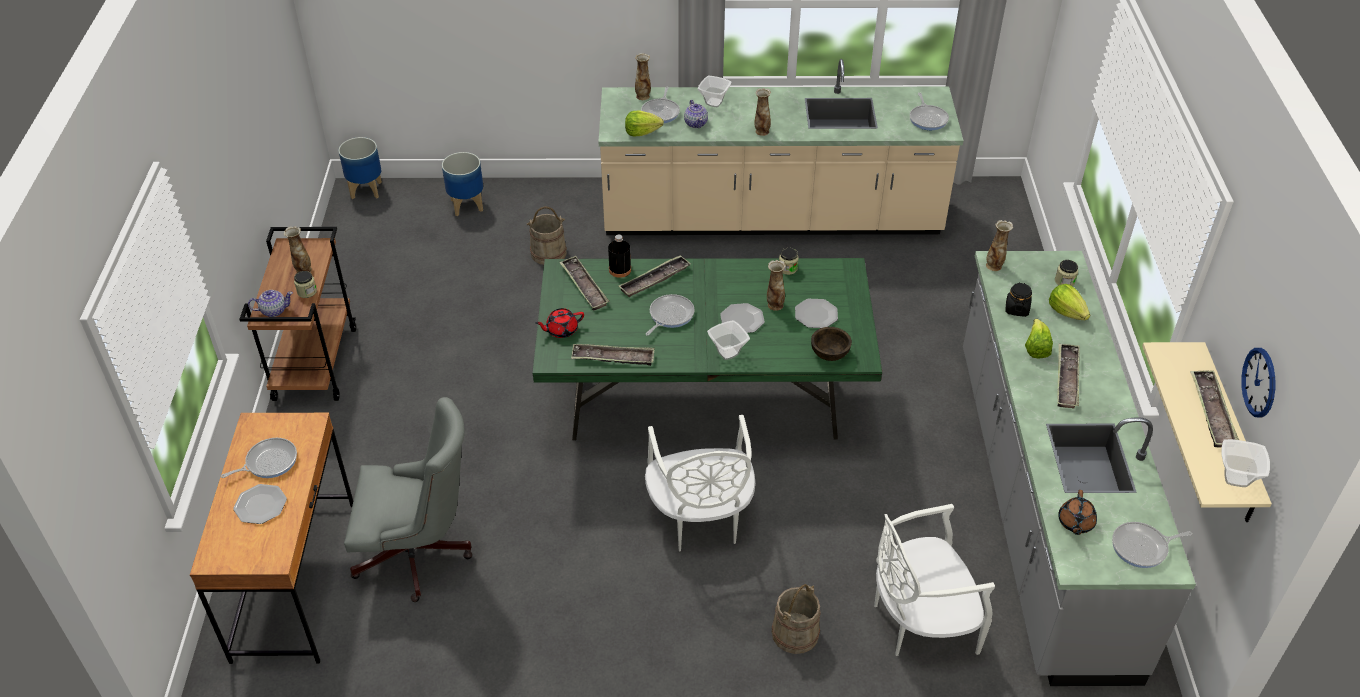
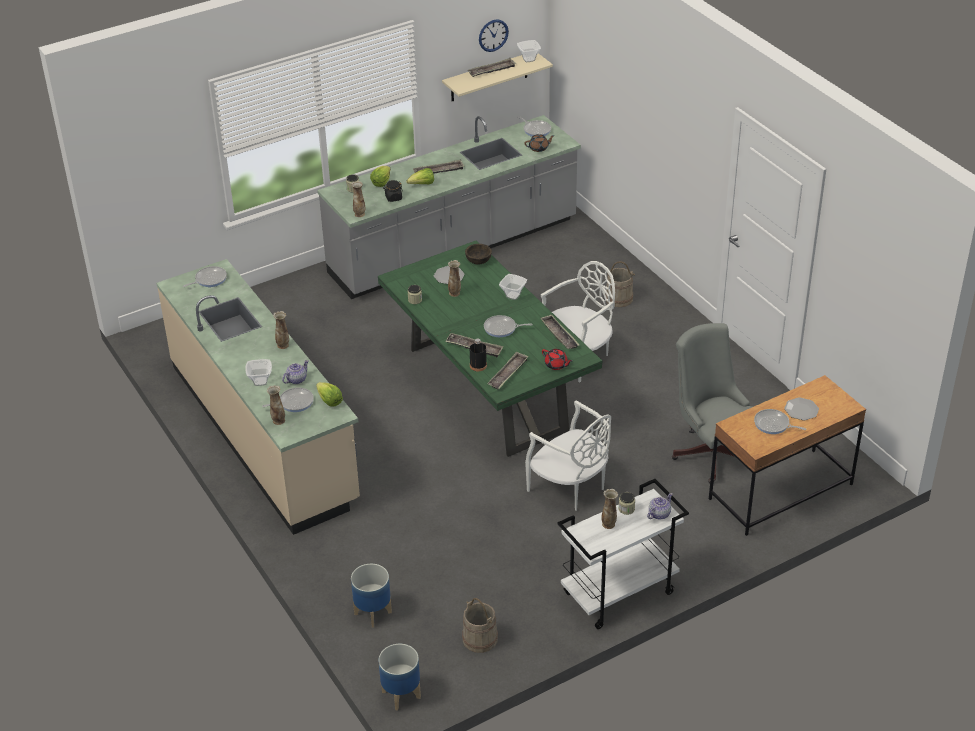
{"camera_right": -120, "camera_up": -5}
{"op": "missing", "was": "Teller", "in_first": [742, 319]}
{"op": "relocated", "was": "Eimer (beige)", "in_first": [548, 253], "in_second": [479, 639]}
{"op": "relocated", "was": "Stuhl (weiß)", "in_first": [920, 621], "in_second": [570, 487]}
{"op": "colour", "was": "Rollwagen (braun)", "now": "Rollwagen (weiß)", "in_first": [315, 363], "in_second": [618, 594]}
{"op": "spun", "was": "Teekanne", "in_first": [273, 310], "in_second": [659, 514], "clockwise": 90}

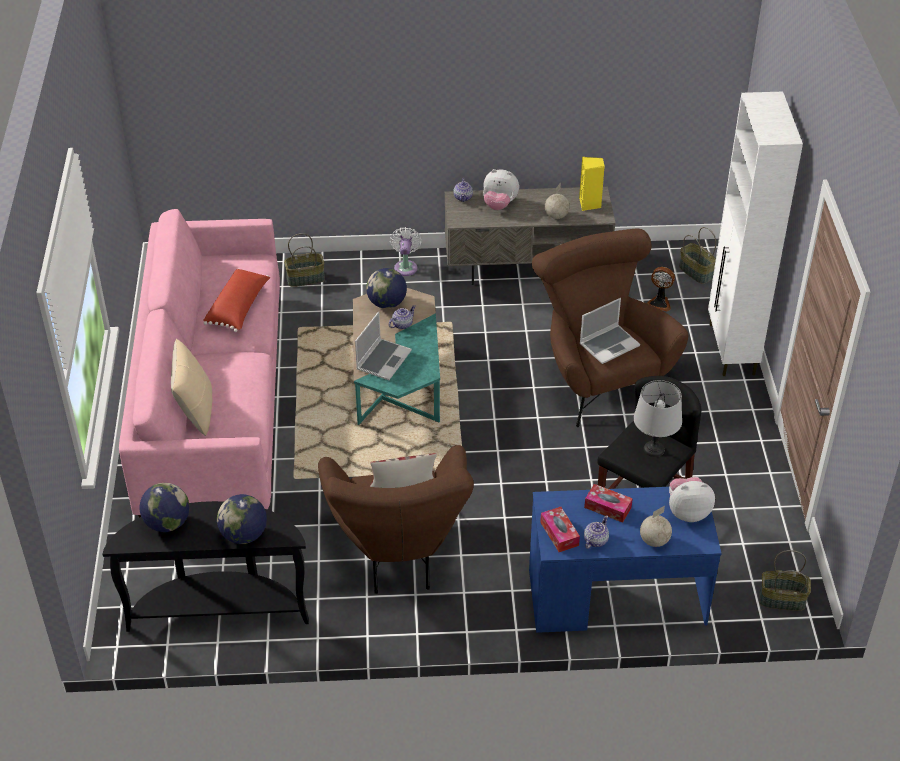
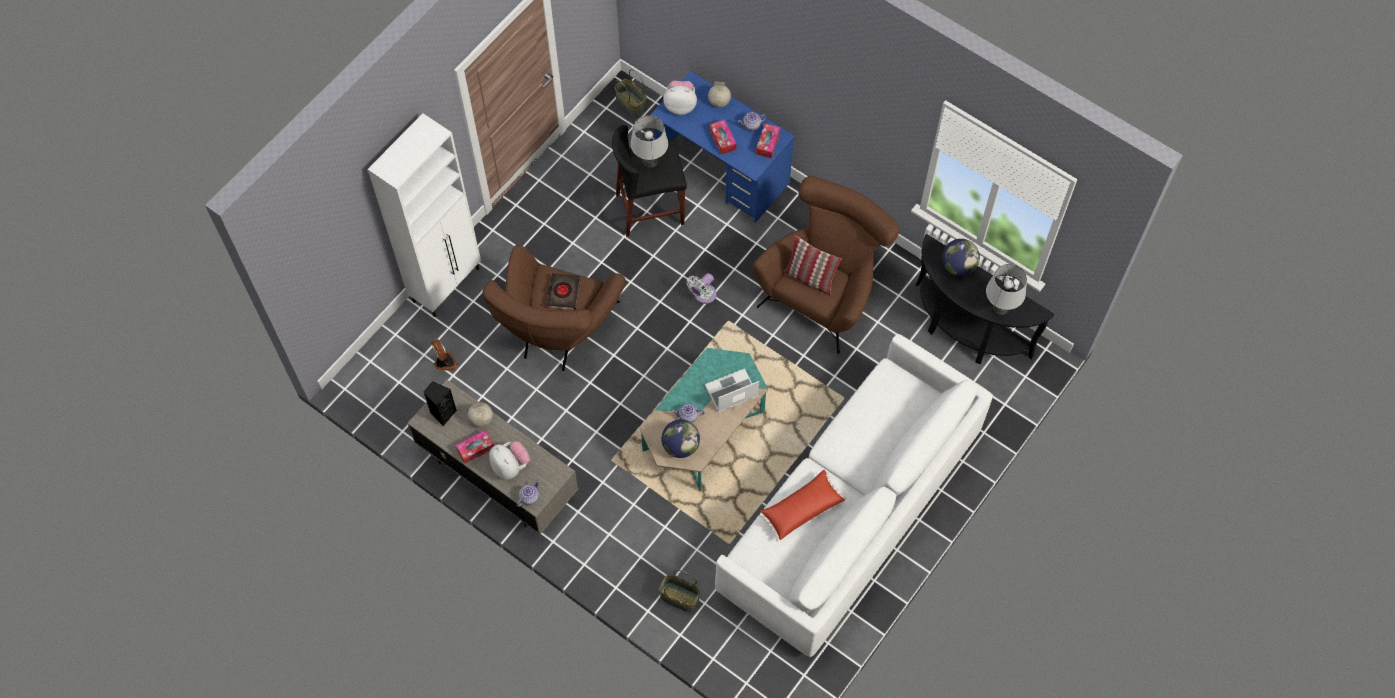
{"camera_right": -140, "camera_up": 20}
{"op": "missing", "was": "Kissen (beige)", "in_first": [195, 411]}
{"op": "missing", "was": "Korb", "in_first": [697, 272]}
{"op": "appeared", "now": "Taschentuchbox", "in_second": [475, 448]}
{"op": "relocated", "was": "Ventilator (weiß)", "in_first": [406, 266], "in_second": [703, 296]}
{"op": "exchanged", "was": "Globus", "now": "Tischlampe (grau)", "in_first": [167, 523], "in_second": [999, 308]}
{"op": "exchanged", "was": "Laptop", "now": "Buch (schwarz)", "in_first": [609, 344], "in_second": [563, 293]}
{"op": "colour", "was": "Sofa (rosa)", "now": "Sofa (weiß)", "in_first": [213, 402], "in_second": [849, 512]}
{"op": "colour", "was": "Lautsprecher (gelb)", "now": "Lautsprecher (schwarz)", "in_first": [590, 204], "in_second": [443, 413]}
{"op": "spun", "was": "Plüschtier", "in_first": [687, 512], "in_second": [680, 105], "clockwise": 150}

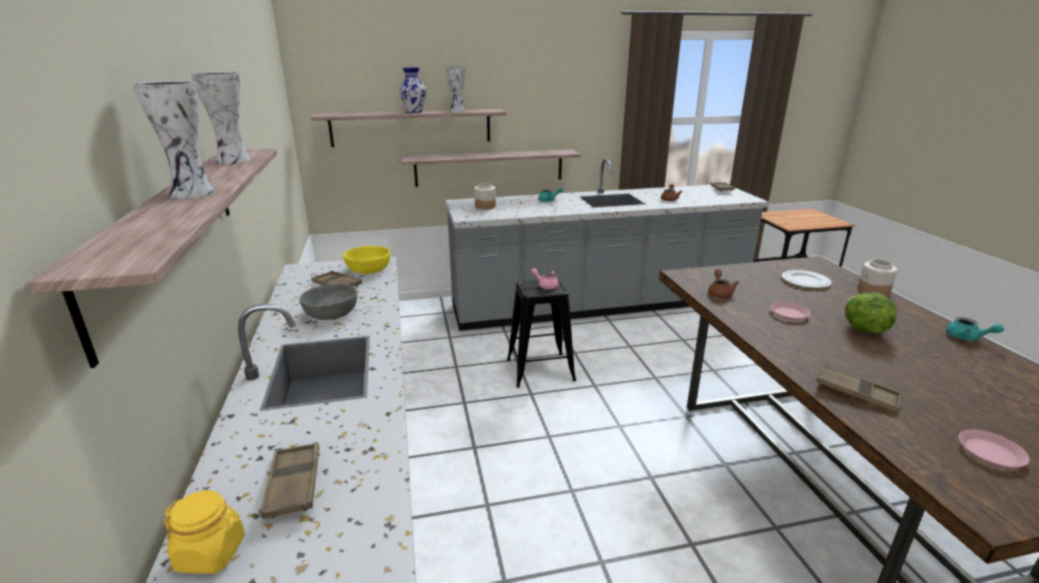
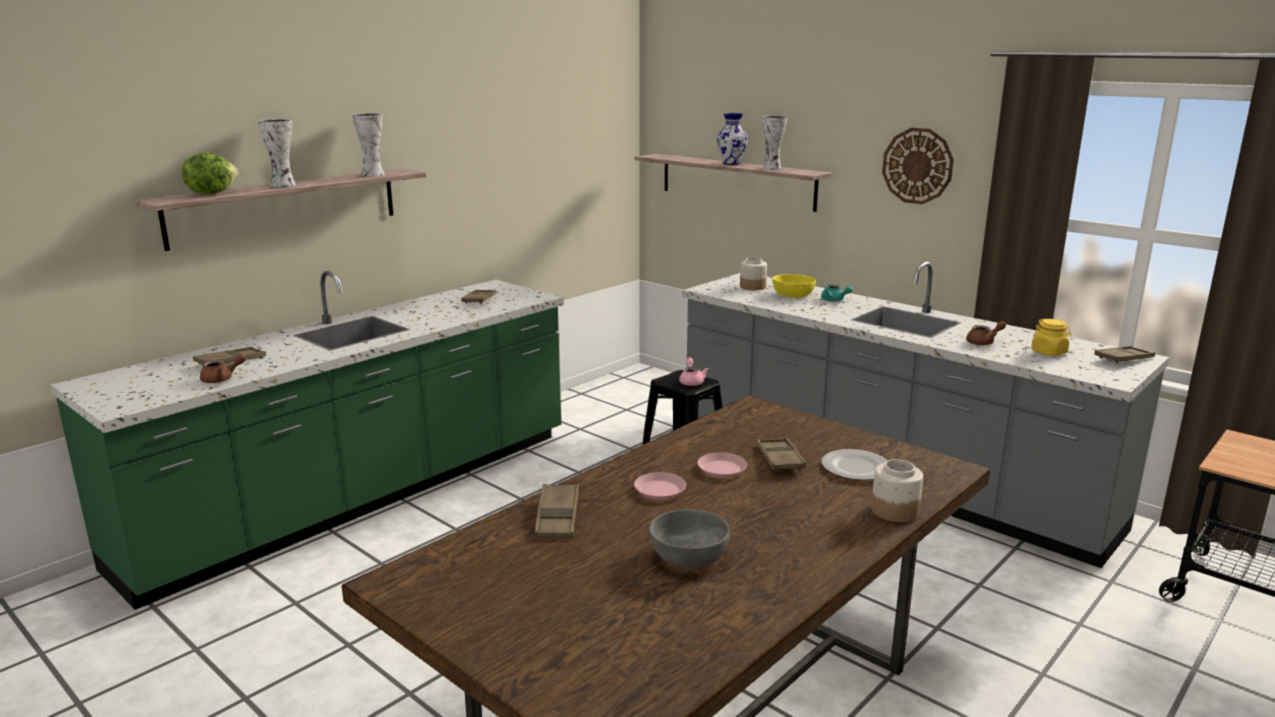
{"camera_right": 55, "camera_up": -5}
{"op": "missing", "was": "Wandregal", "in_first": [489, 167]}
{"op": "missing", "was": "Teekanne (türkis)", "in_first": [967, 338]}
{"op": "appeared", "now": "Tablett (braun)", "in_second": [779, 459]}
{"op": "appeared", "now": "Wanduhr", "in_second": [917, 166]}
{"op": "relocated", "was": "Vorratsglas (gelb)", "in_first": [211, 553], "in_second": [1049, 352]}
{"op": "relocated", "was": "Schüssel (grau)", "in_first": [331, 313], "in_second": [688, 555]}
{"op": "relocated", "was": "Schüssel (gelb)", "in_first": [368, 269], "in_second": [792, 295]}
{"op": "relocated", "was": "Teekanne (braun)", "in_first": [719, 293], "in_second": [222, 379]}
{"op": "relocated", "was": "Salatkopf", "in_first": [863, 329], "in_second": [211, 193]}
{"op": "relocated", "was": "Teller (rosa)", "in_first": [990, 453], "in_second": [659, 490]}

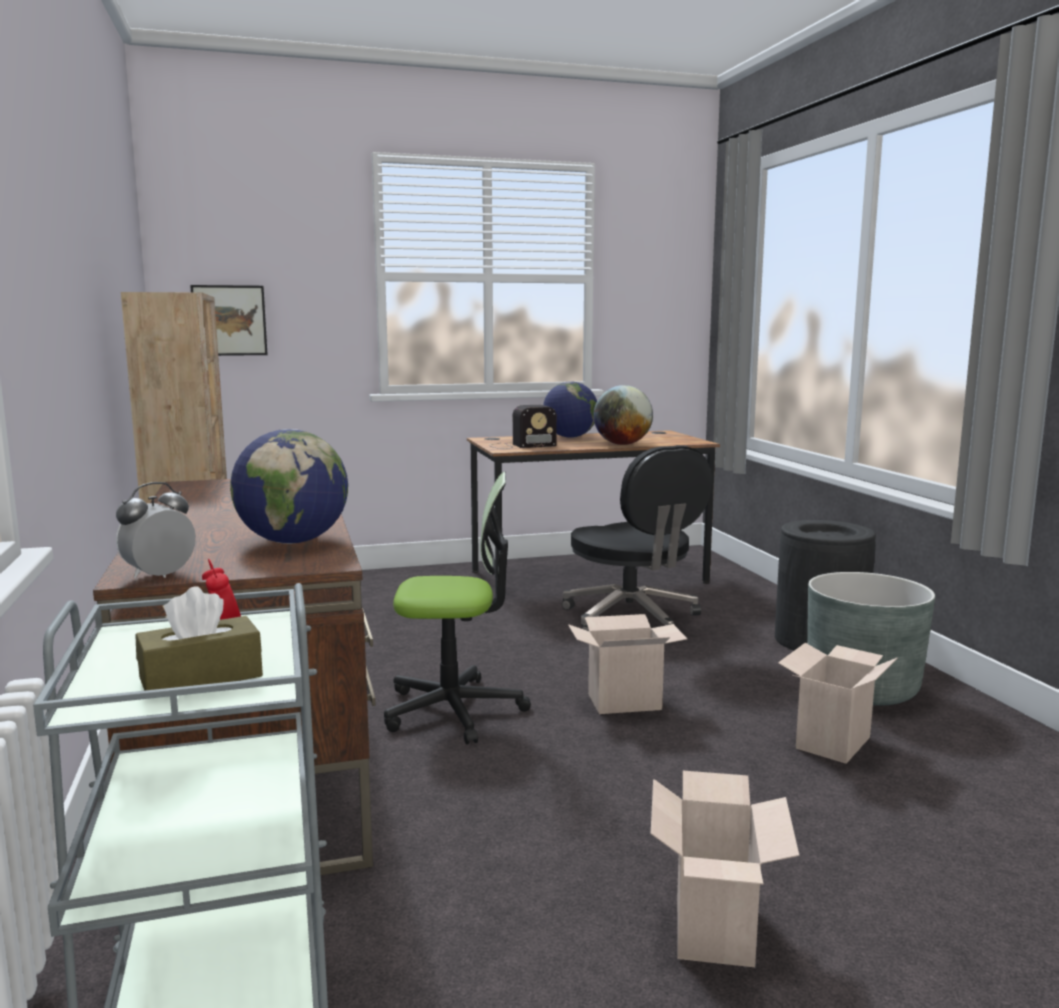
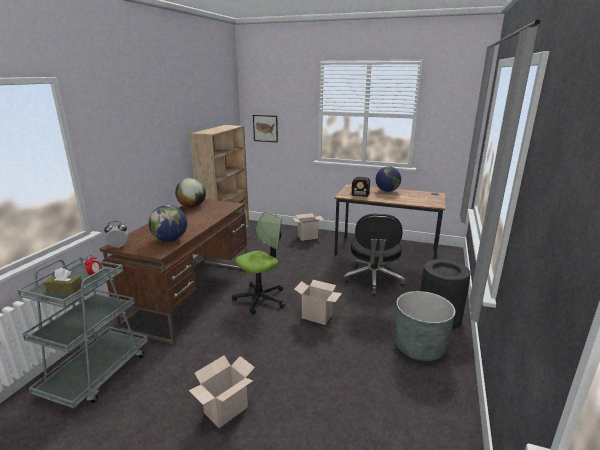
{"camera_right": 35, "camera_up": 10}
{"op": "relocated", "was": "Globus", "in_first": [622, 444], "in_second": [192, 206]}
{"op": "relocated", "was": "Karton", "in_first": [831, 741], "in_second": [308, 237]}
{"op": "spun", "was": "Bürostuhl", "in_first": [454, 710], "in_second": [260, 299], "clockwise": -75}

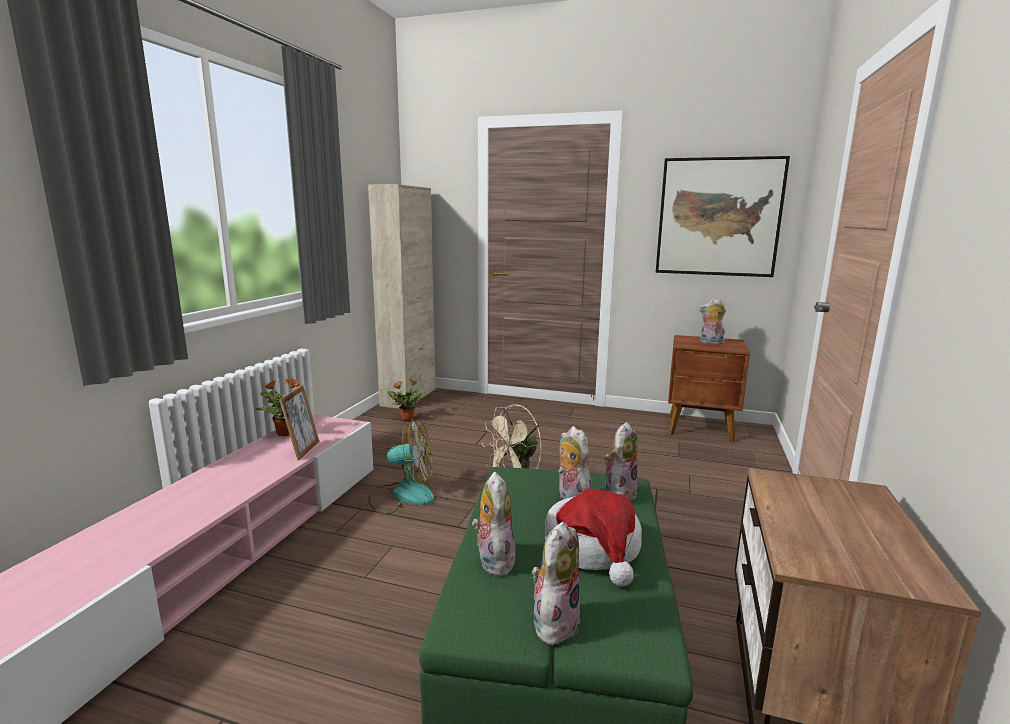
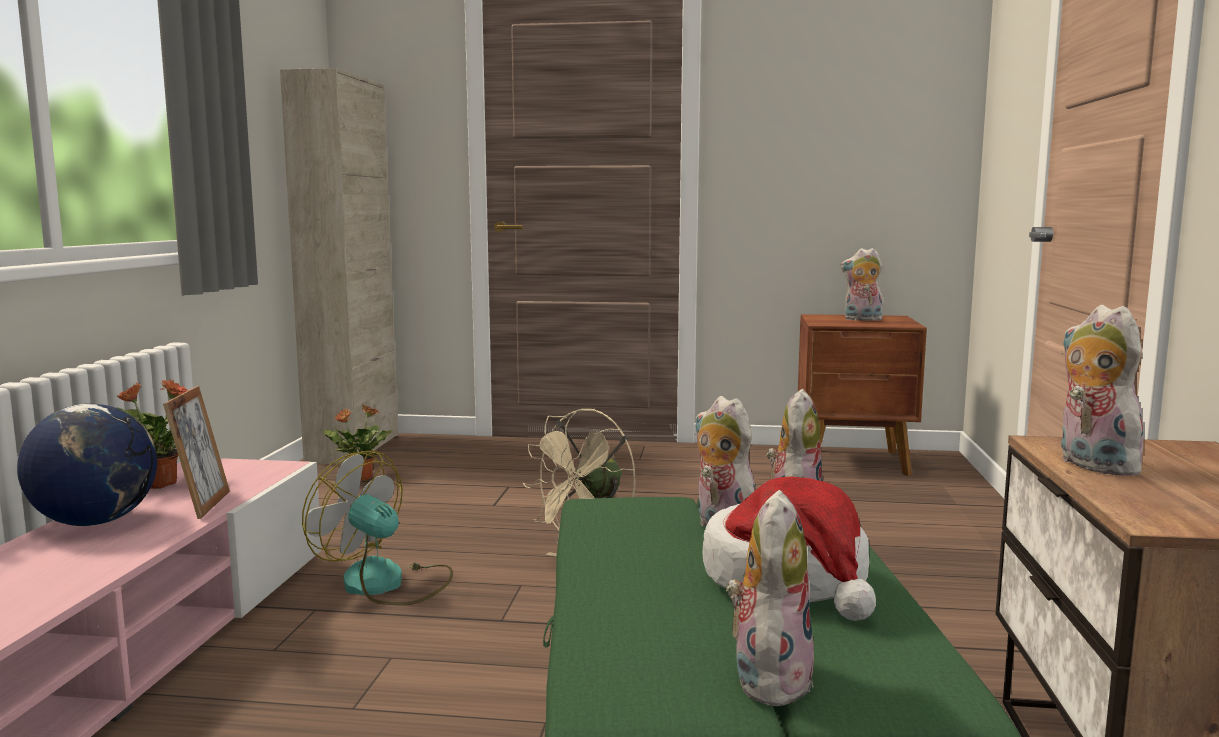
{"camera_right": -10, "camera_up": -5}
{"op": "missing", "was": "Bild", "in_first": [718, 217]}
{"op": "appeared", "now": "Globus", "in_second": [95, 522]}
{"op": "relocated", "was": "Plüschtier", "in_first": [493, 560], "in_second": [1091, 465]}
{"op": "spun", "was": "Ventilator", "in_first": [402, 495], "in_second": [386, 584], "clockwise": -135}

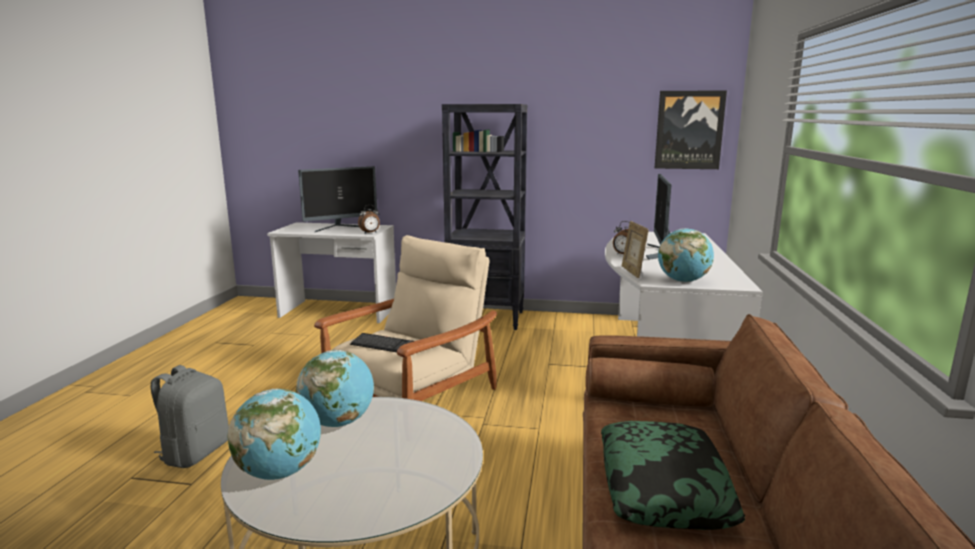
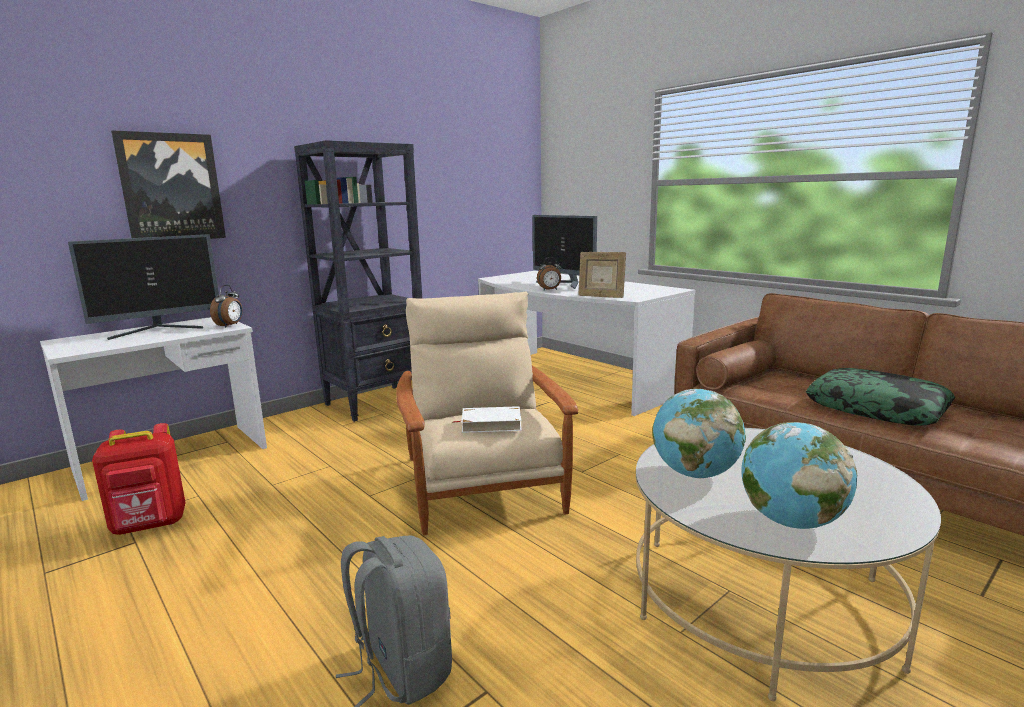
{"camera_right": -50, "camera_up": 0}
{"op": "missing", "was": "Globus", "in_first": [683, 281]}
{"op": "appeared", "now": "Rucksack (rot)", "in_second": [150, 525]}
{"op": "relocated", "was": "Bild", "in_first": [689, 130], "in_second": [171, 187]}
{"op": "exchanged", "was": "Tastatur", "now": "Buch (weiß)", "in_first": [383, 345], "in_second": [491, 424]}
{"op": "spun", "was": "Monitor", "in_first": [340, 228], "in_second": [159, 330], "clockwise": 45}

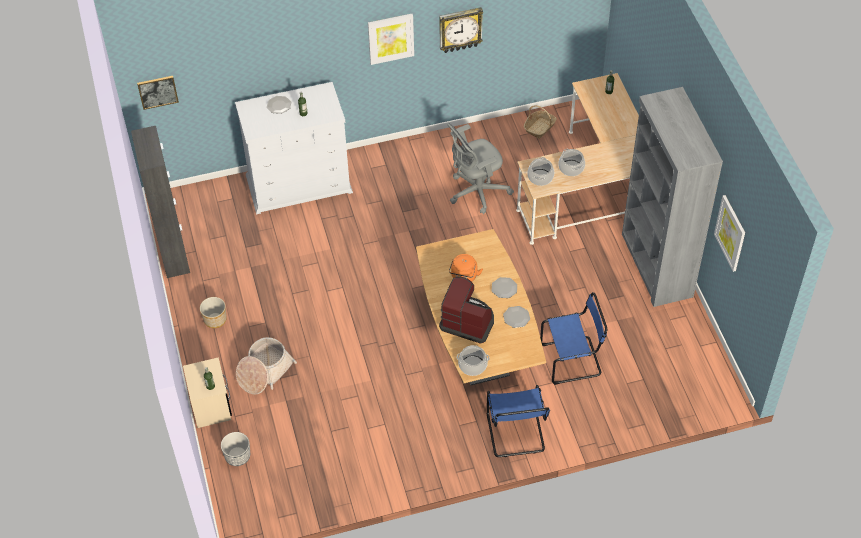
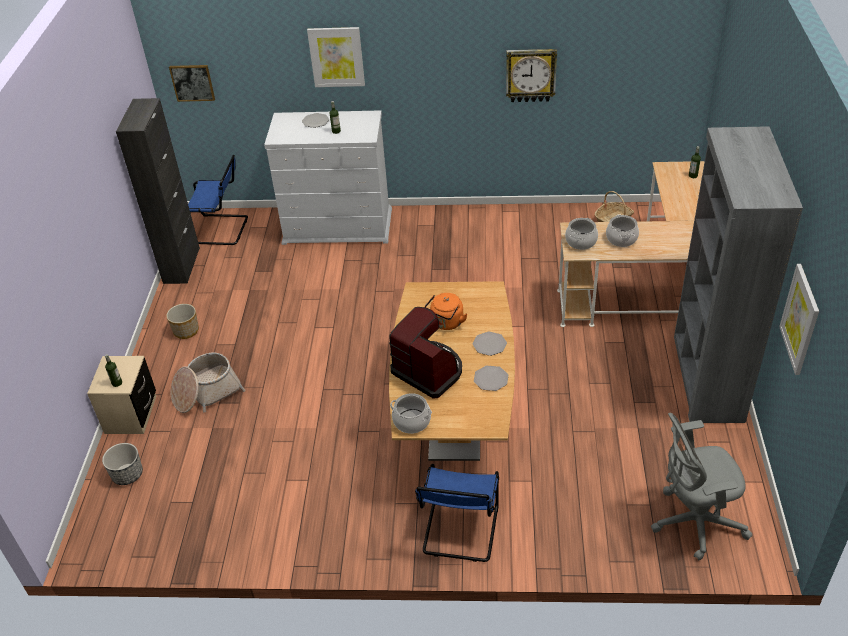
{"camera_right": 20, "camera_up": -10}
{"op": "relocated", "was": "Bild", "in_first": [391, 38], "in_second": [336, 57]}
{"op": "relocated", "was": "Bürostuhl (grau)", "in_first": [476, 192], "in_second": [693, 522]}
{"op": "relocated", "was": "Stuhl (blau)", "in_first": [573, 360], "in_second": [221, 230]}

